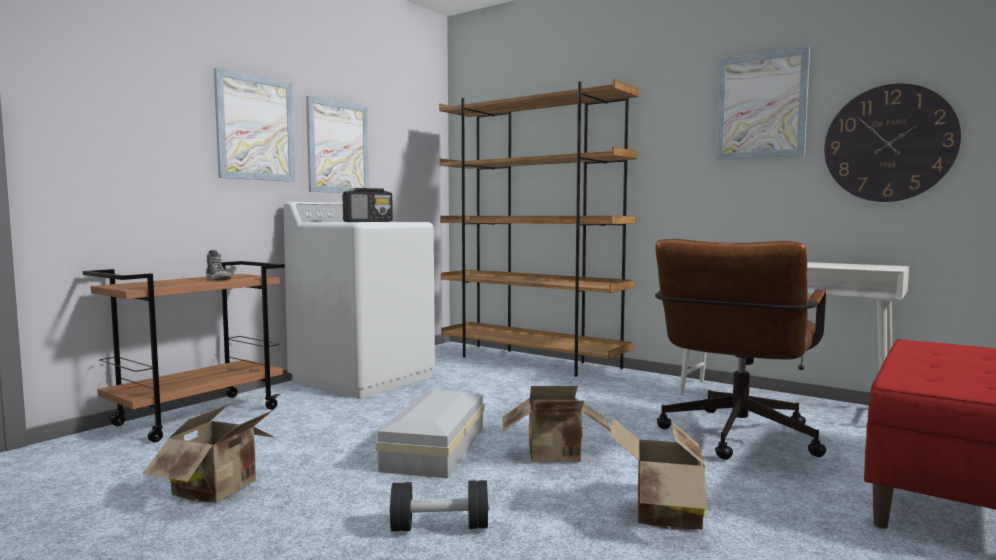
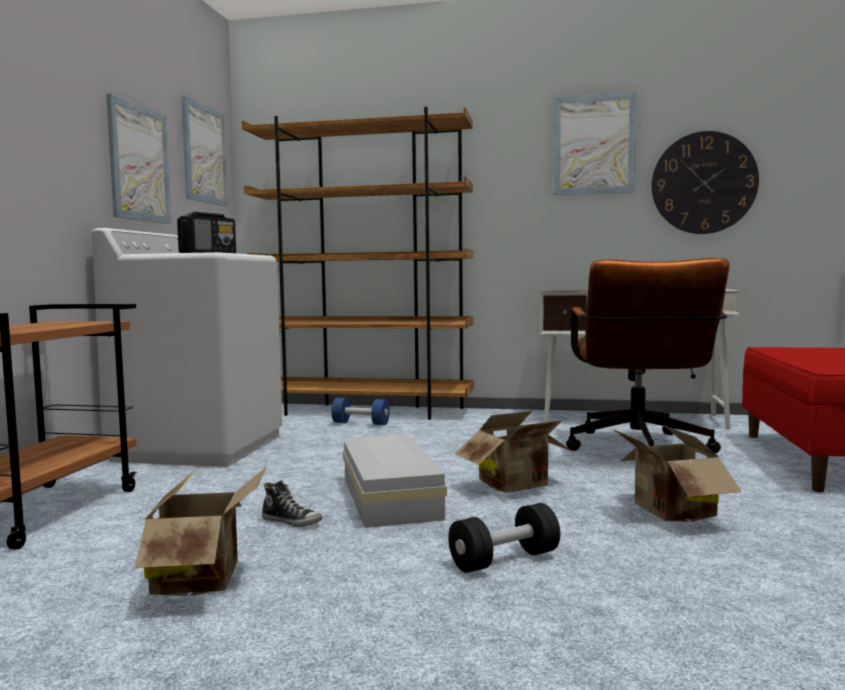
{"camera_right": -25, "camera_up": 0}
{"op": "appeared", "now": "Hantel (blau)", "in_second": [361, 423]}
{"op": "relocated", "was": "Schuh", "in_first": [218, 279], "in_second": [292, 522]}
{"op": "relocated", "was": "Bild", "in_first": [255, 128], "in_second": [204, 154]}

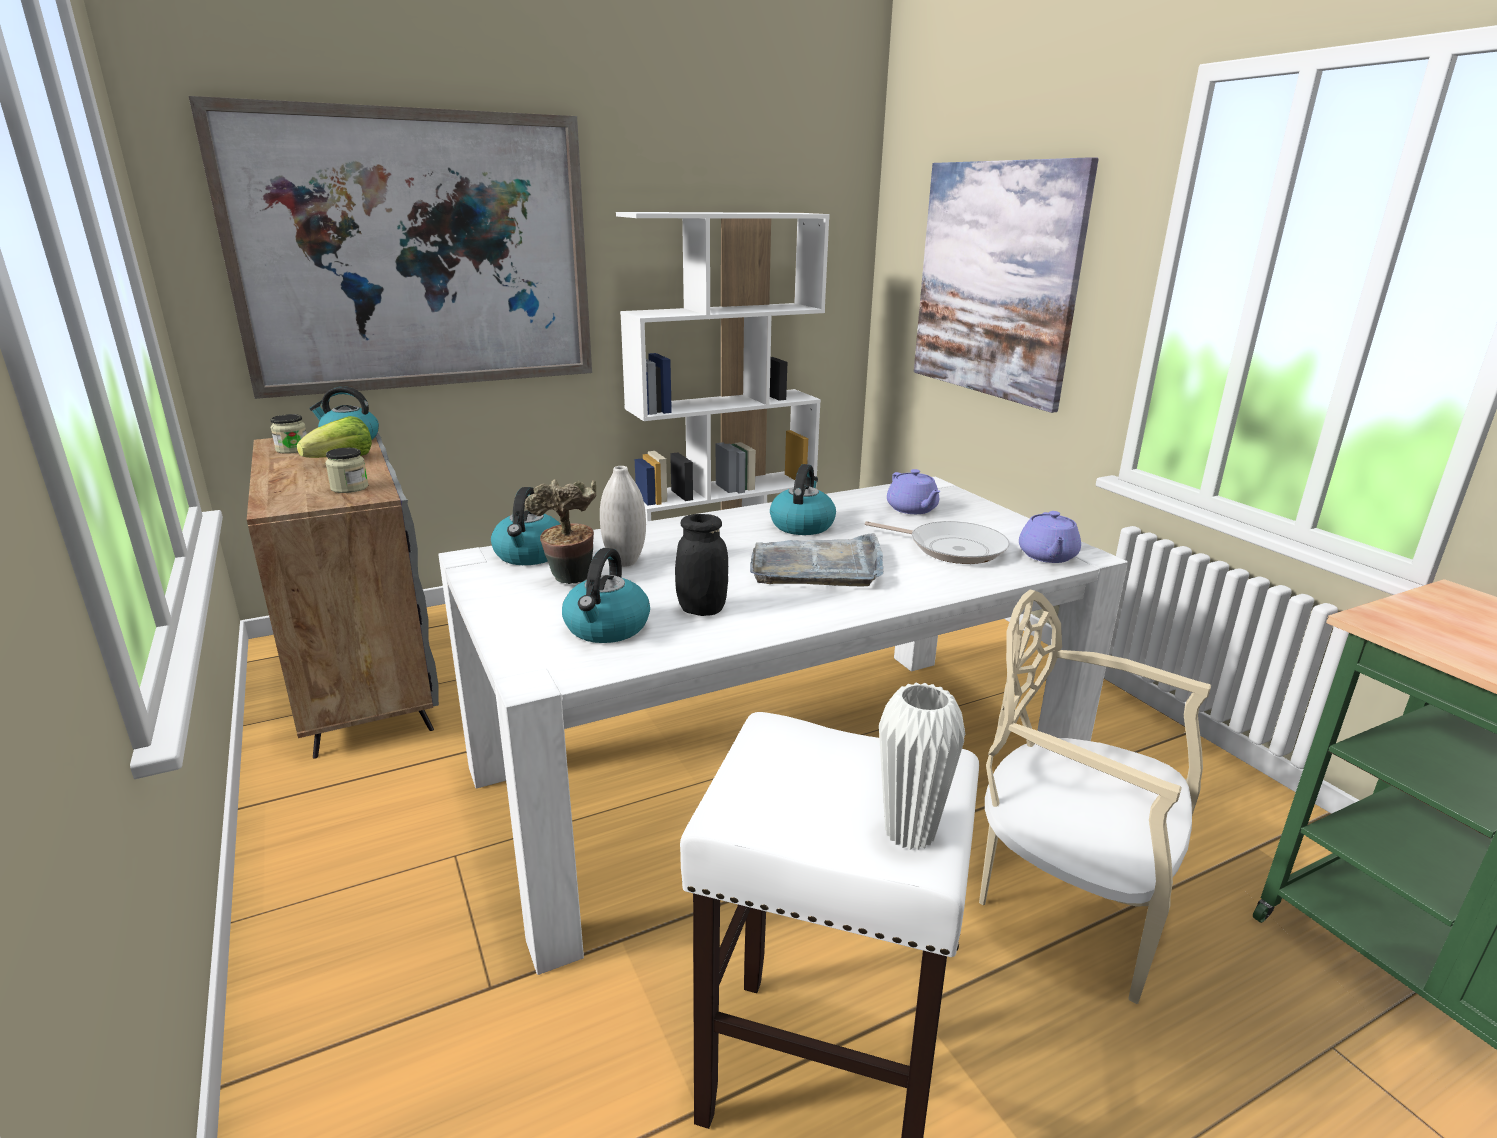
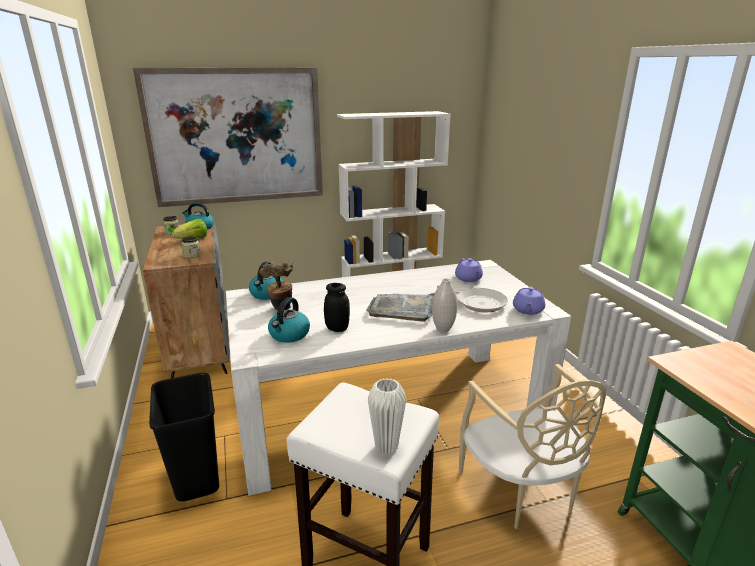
{"camera_right": 10, "camera_up": 0}
{"op": "missing", "was": "Wasserkessel", "in_first": [802, 525]}
{"op": "missing", "was": "Bild", "in_first": [995, 281]}
{"op": "appeared", "now": "Mülleimer (schwarz)", "in_second": [195, 478]}
{"op": "relocated", "was": "Vase (weiß)", "in_first": [625, 562], "in_second": [443, 329]}
{"op": "spun", "was": "Stuhl (beige)", "in_first": [1070, 896], "in_second": [521, 490], "clockwise": -150}

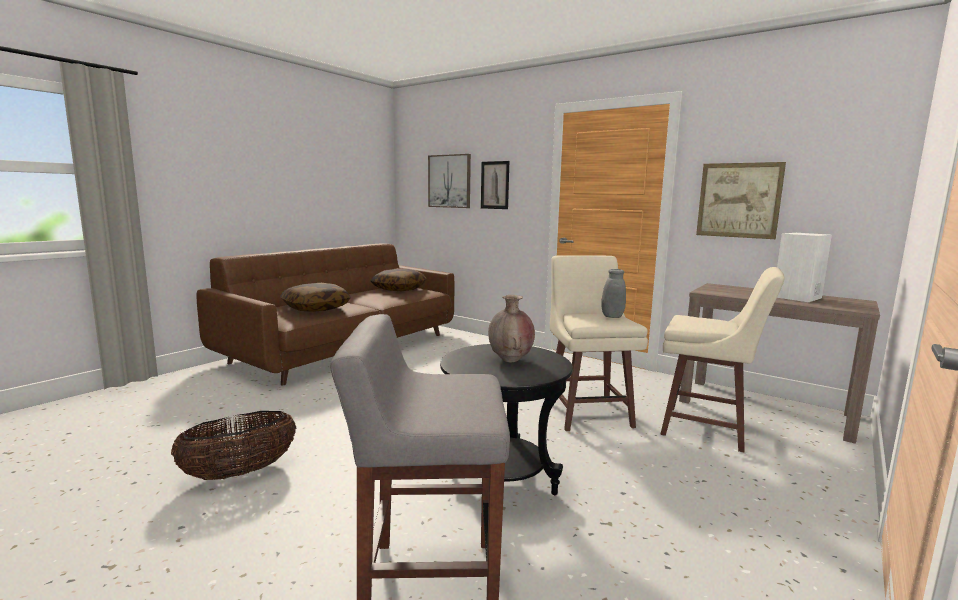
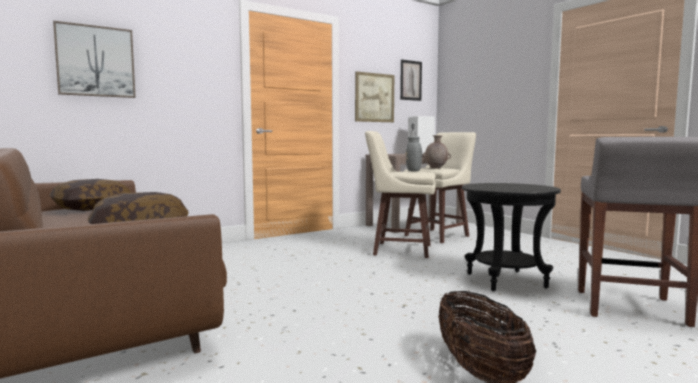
{"camera_right": -70, "camera_up": -5}
{"op": "relocated", "was": "Bild", "in_first": [495, 185], "in_second": [410, 80]}
{"op": "relocated", "was": "Vase (braun)", "in_first": [510, 360], "in_second": [436, 168]}

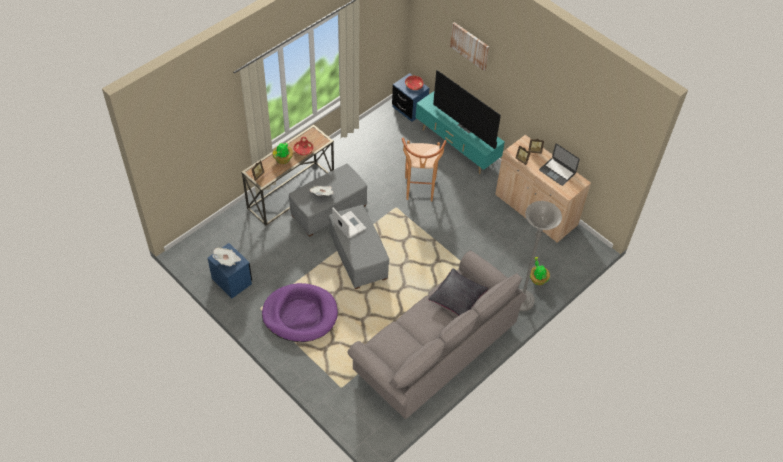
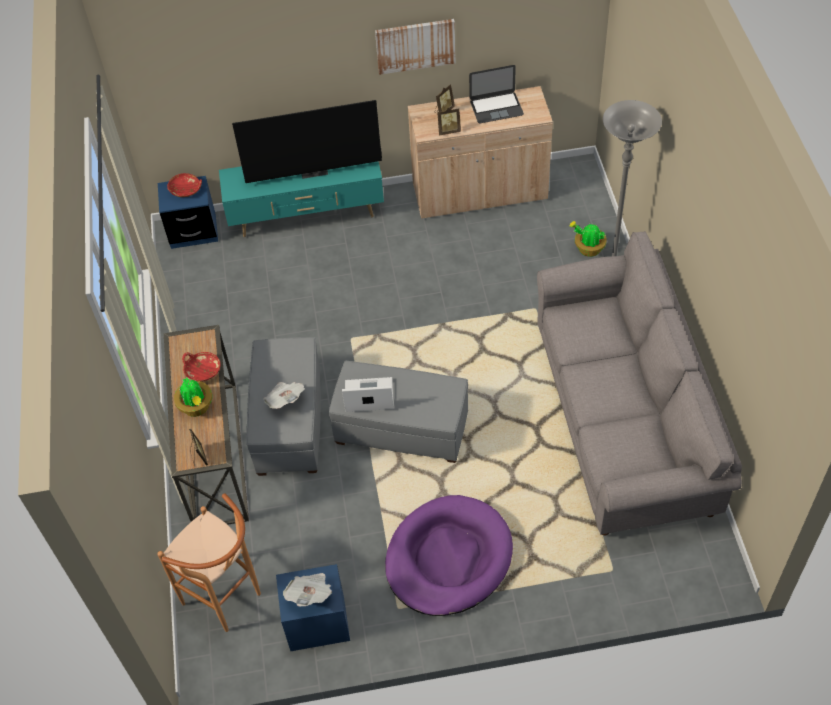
{"camera_right": -50, "camera_up": 0}
{"op": "missing", "was": "Kissen (schwarz)", "in_first": [457, 298]}
{"op": "relocated", "was": "Hocker (braun)", "in_first": [419, 192], "in_second": [228, 601]}
{"op": "relocated", "was": "Bild", "in_first": [470, 45], "in_second": [415, 45]}

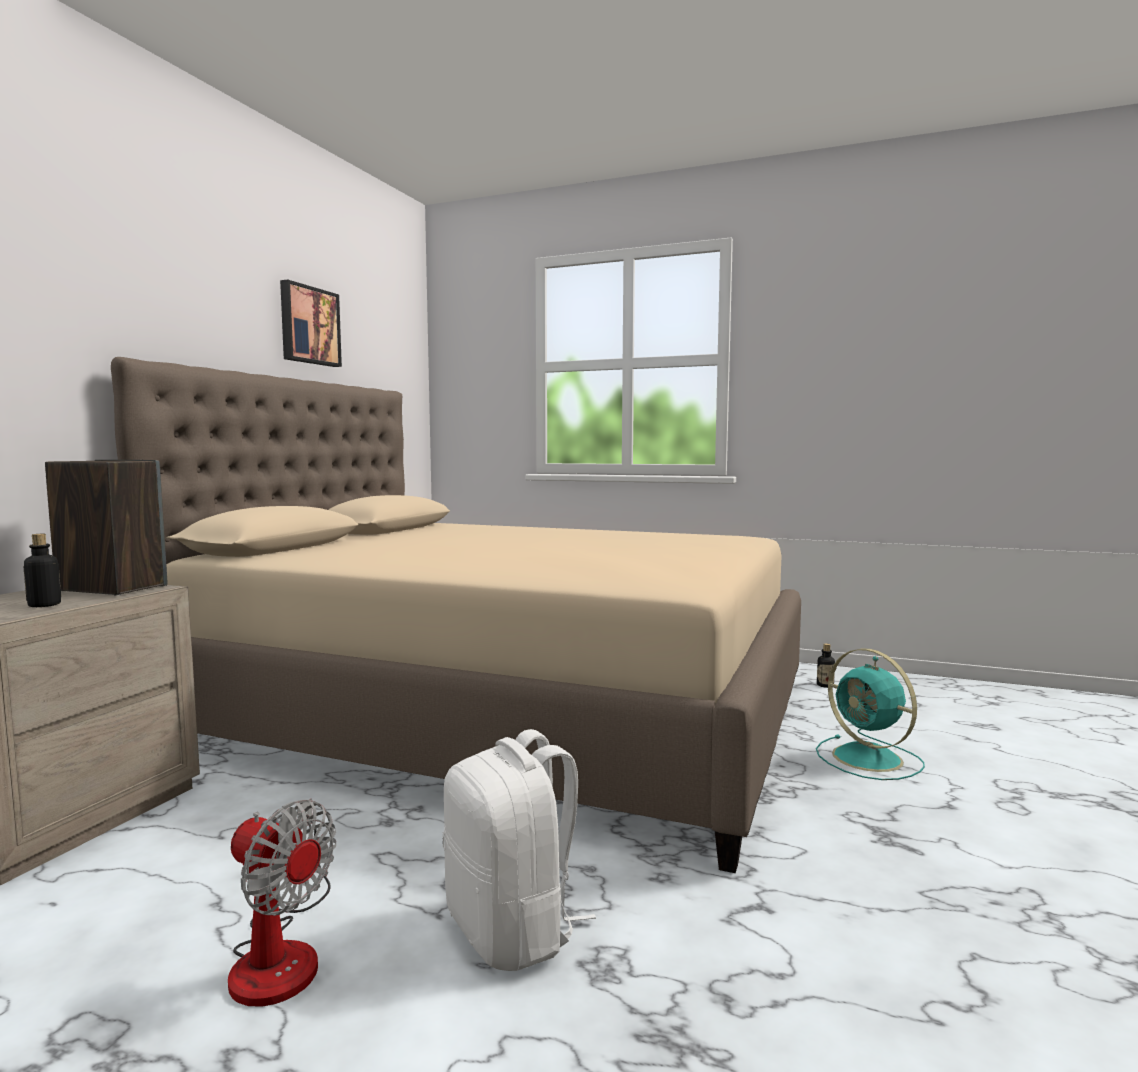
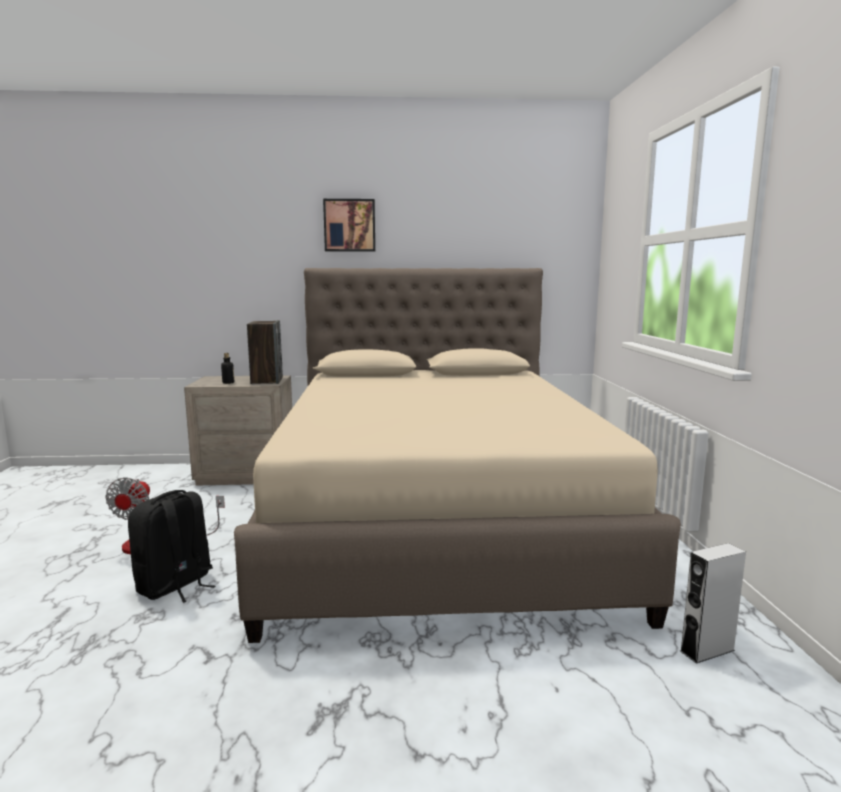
{"camera_right": 65, "camera_up": 5}
{"op": "missing", "was": "Ventilator (türkis)", "in_first": [870, 759]}
{"op": "relocated", "was": "Bild", "in_first": [308, 325], "in_second": [349, 225]}
{"op": "exchanged", "was": "Flasche", "now": "Lautsprecher (grau)", "in_first": [825, 685], "in_second": [707, 650]}
{"op": "colour", "was": "Rucksack (weiß)", "now": "Rucksack (schwarz)", "in_first": [513, 931], "in_second": [175, 585]}

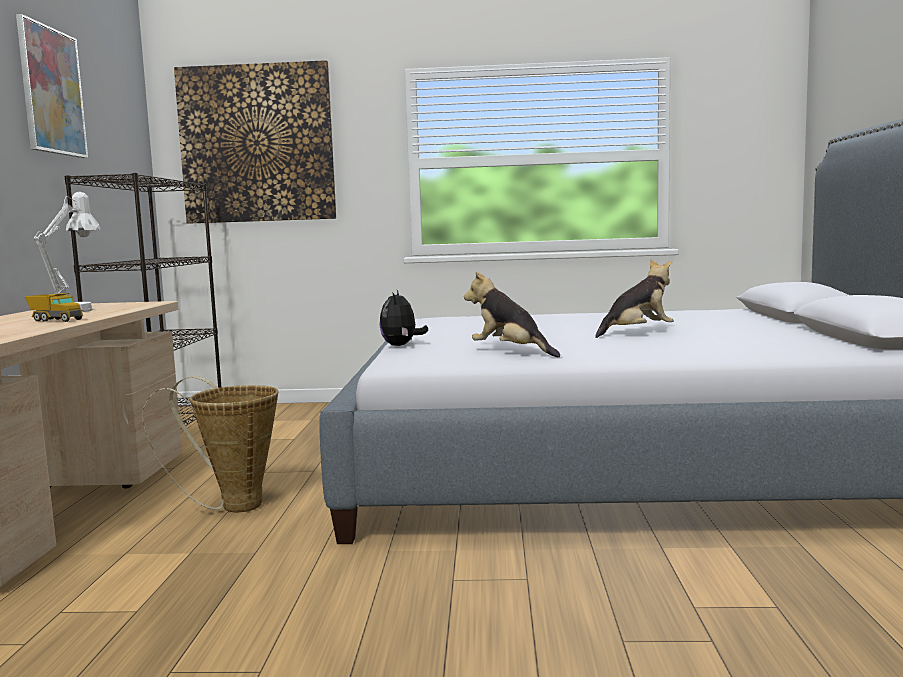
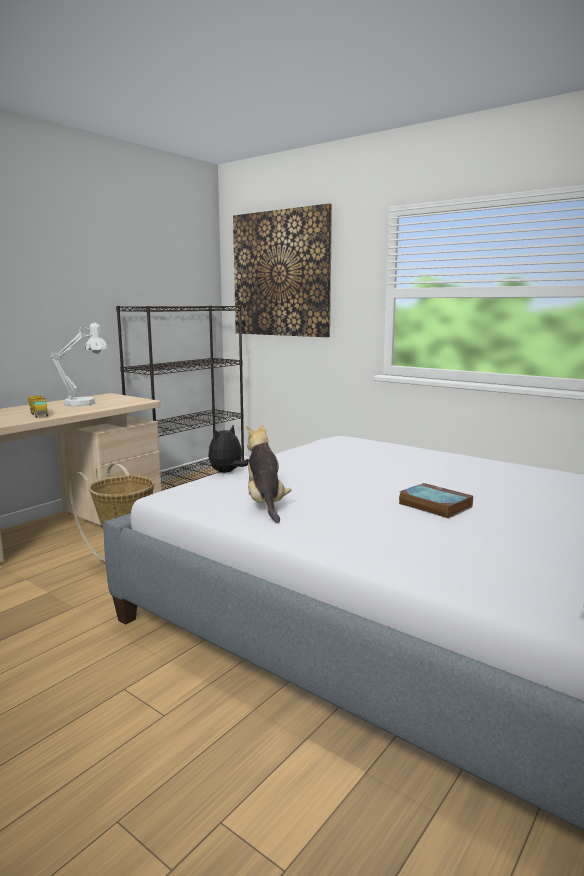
{"camera_right": 35, "camera_up": 5}
{"op": "missing", "was": "Bild", "in_first": [52, 91]}
{"op": "exchanged", "was": "Plüschtier", "now": "Buch", "in_first": [637, 333], "in_second": [433, 505]}

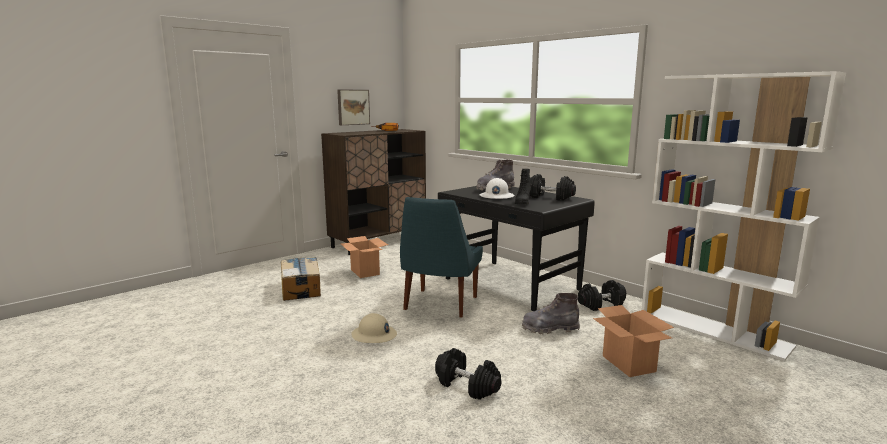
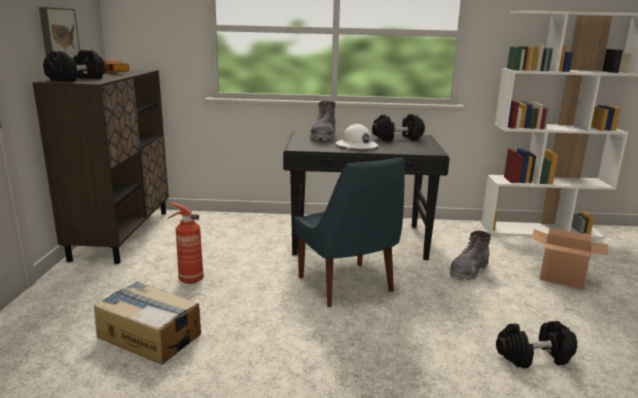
{"camera_right": -45, "camera_up": 5}
{"op": "missing", "was": "Schutzhelm (beige)", "in_first": [374, 335]}
{"op": "missing", "was": "Stiefel (schwarz)", "in_first": [522, 203]}
{"op": "relocated", "was": "Hantel (schwarz)", "in_first": [601, 304], "in_second": [76, 79]}
{"op": "exchanged", "was": "Karton", "now": "Feuerlöscher", "in_first": [365, 272], "in_second": [189, 279]}

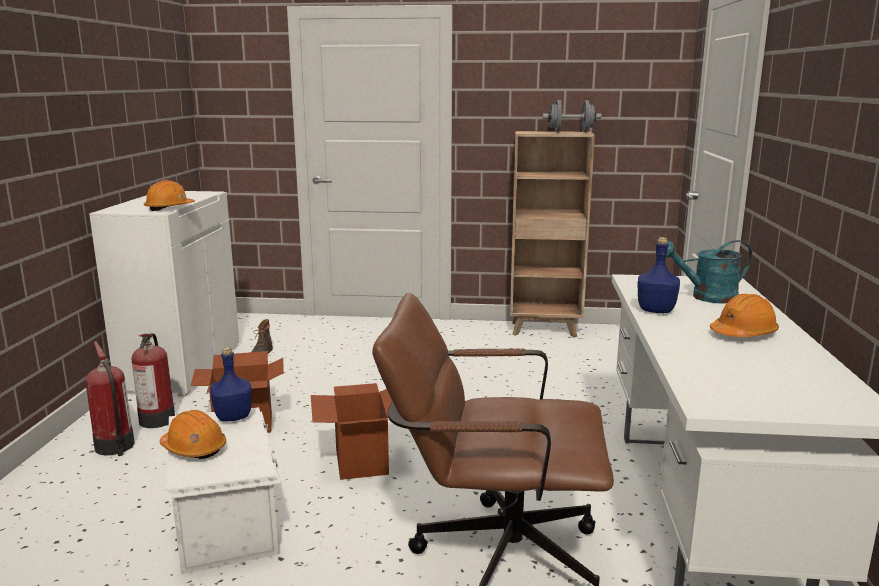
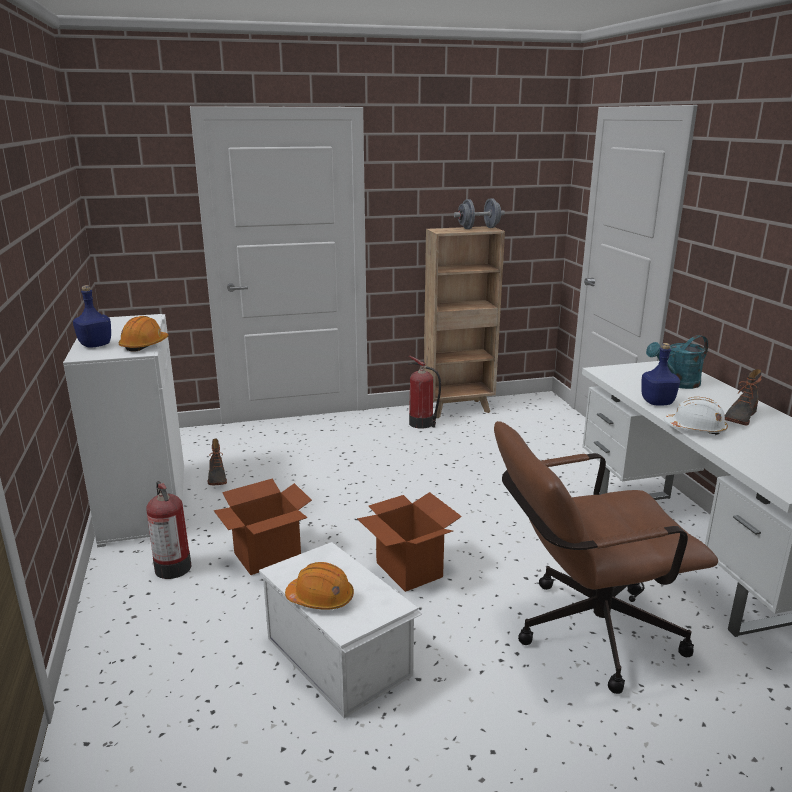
{"camera_right": -20, "camera_up": 5}
{"op": "appeared", "now": "Schutzhelm (weiß)", "in_second": [695, 429]}
{"op": "relocated", "was": "Feuerlöscher", "in_first": [115, 447], "in_second": [422, 424]}
{"op": "relocated", "was": "Flasche (blau)", "in_first": [233, 416], "in_second": [95, 345]}
{"op": "exchanged", "was": "Schutzhelm (orange)", "now": "Stiefel", "in_first": [743, 333], "in_second": [739, 417]}

